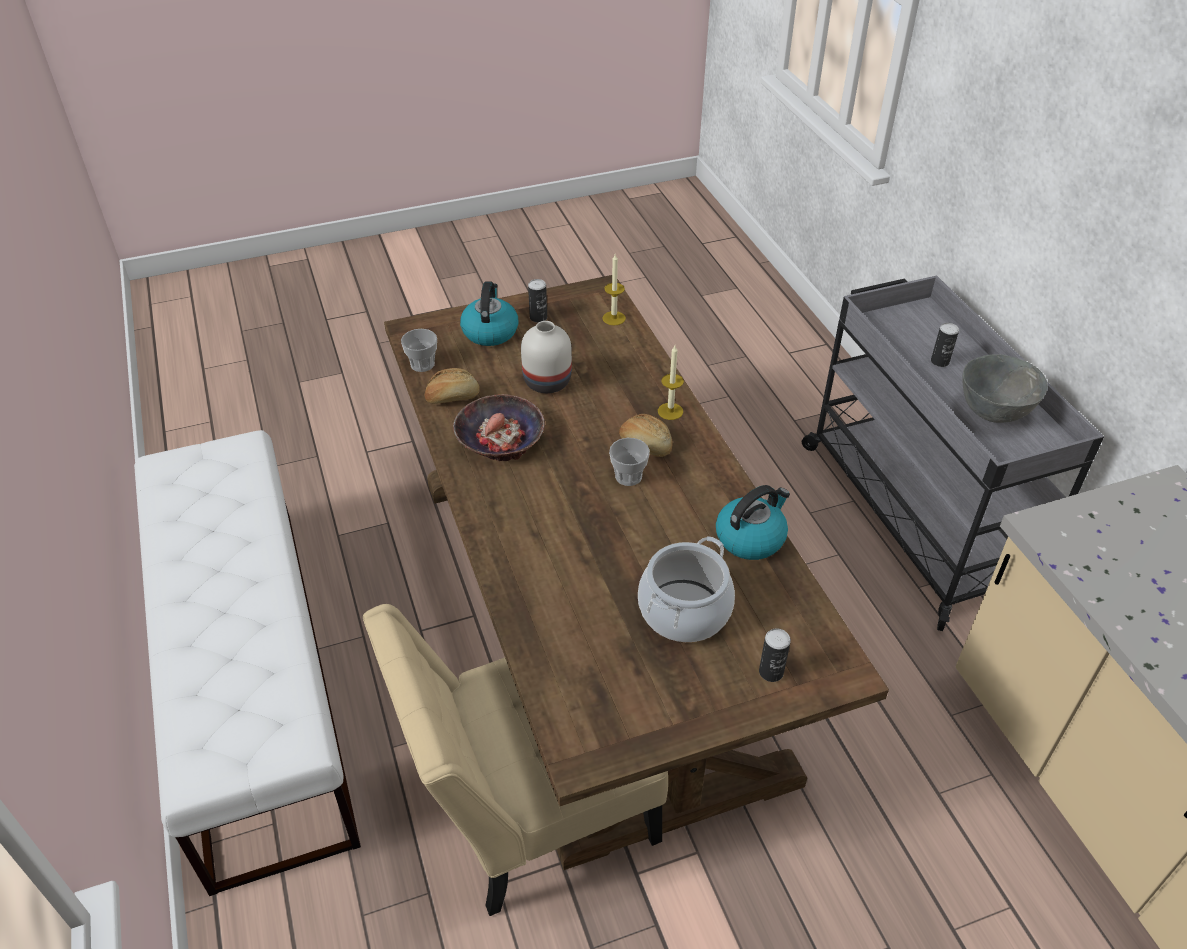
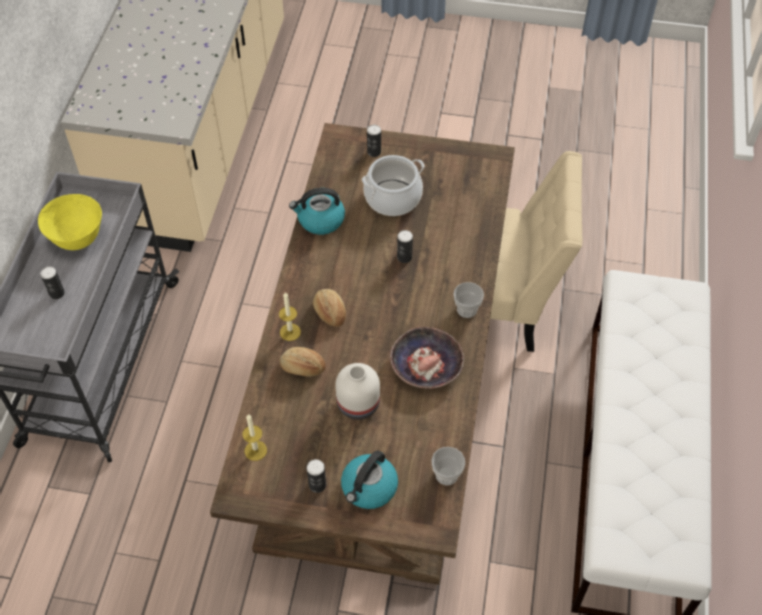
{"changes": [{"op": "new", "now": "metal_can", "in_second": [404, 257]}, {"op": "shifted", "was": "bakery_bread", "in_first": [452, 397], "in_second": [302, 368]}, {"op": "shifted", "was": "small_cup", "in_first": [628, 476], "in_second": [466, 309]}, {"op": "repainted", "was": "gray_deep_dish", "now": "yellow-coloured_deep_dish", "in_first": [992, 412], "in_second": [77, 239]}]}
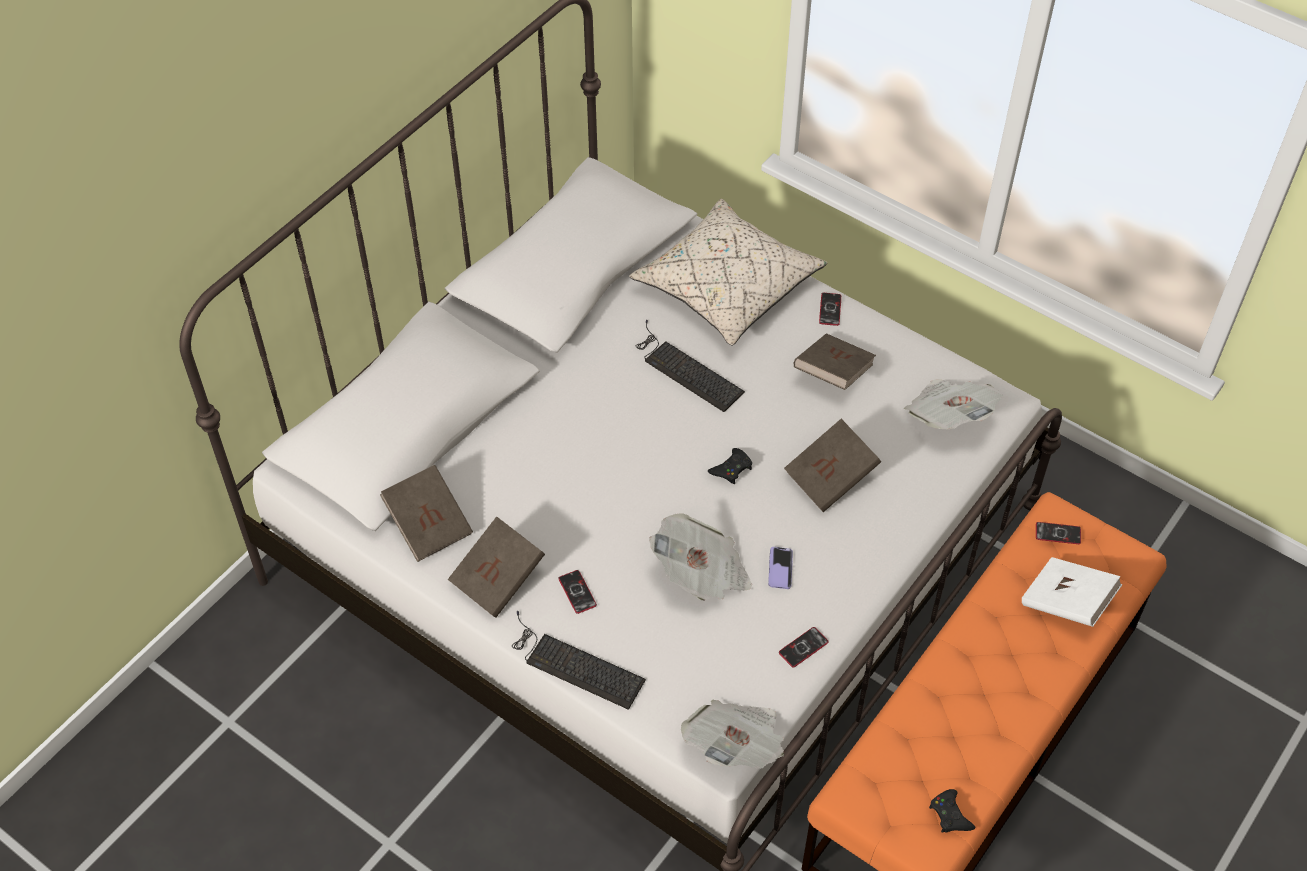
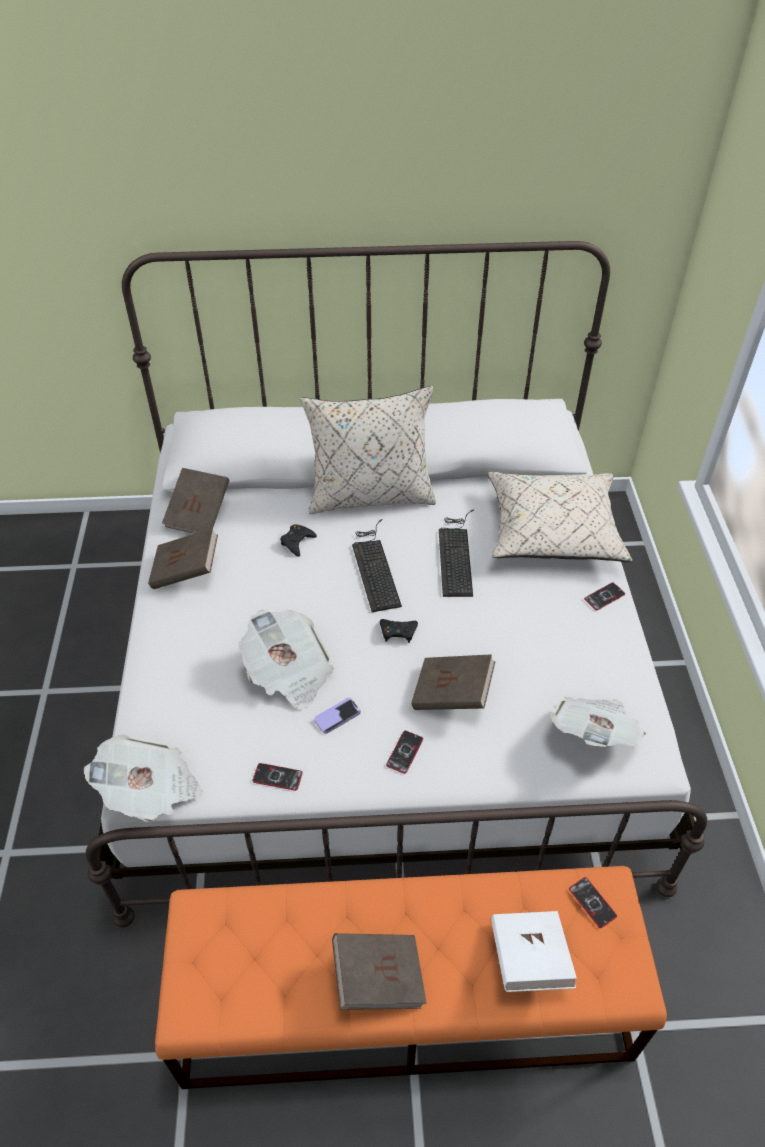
{"changes": [{"op": "new", "now": "beige-coloured_cushion", "in_second": [370, 495]}, {"op": "shifted", "was": "PC_keyboard", "in_first": [573, 664], "in_second": [375, 566]}, {"op": "shifted", "was": "handset", "in_first": [577, 592], "in_second": [404, 752]}, {"op": "shifted", "was": "brown_book", "in_first": [832, 373], "in_second": [378, 978]}, {"op": "shifted", "was": "blackish_joypad", "in_first": [950, 815], "in_second": [297, 542]}]}
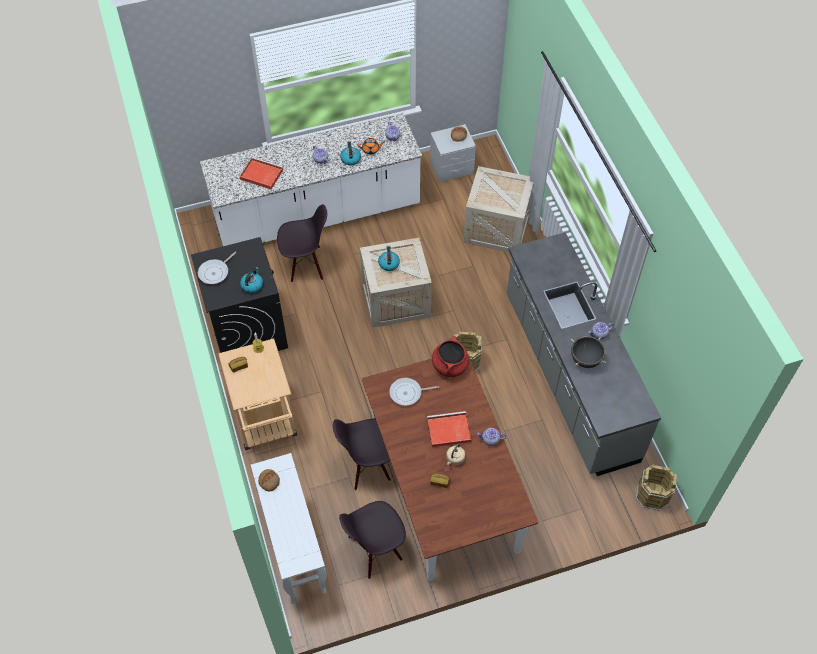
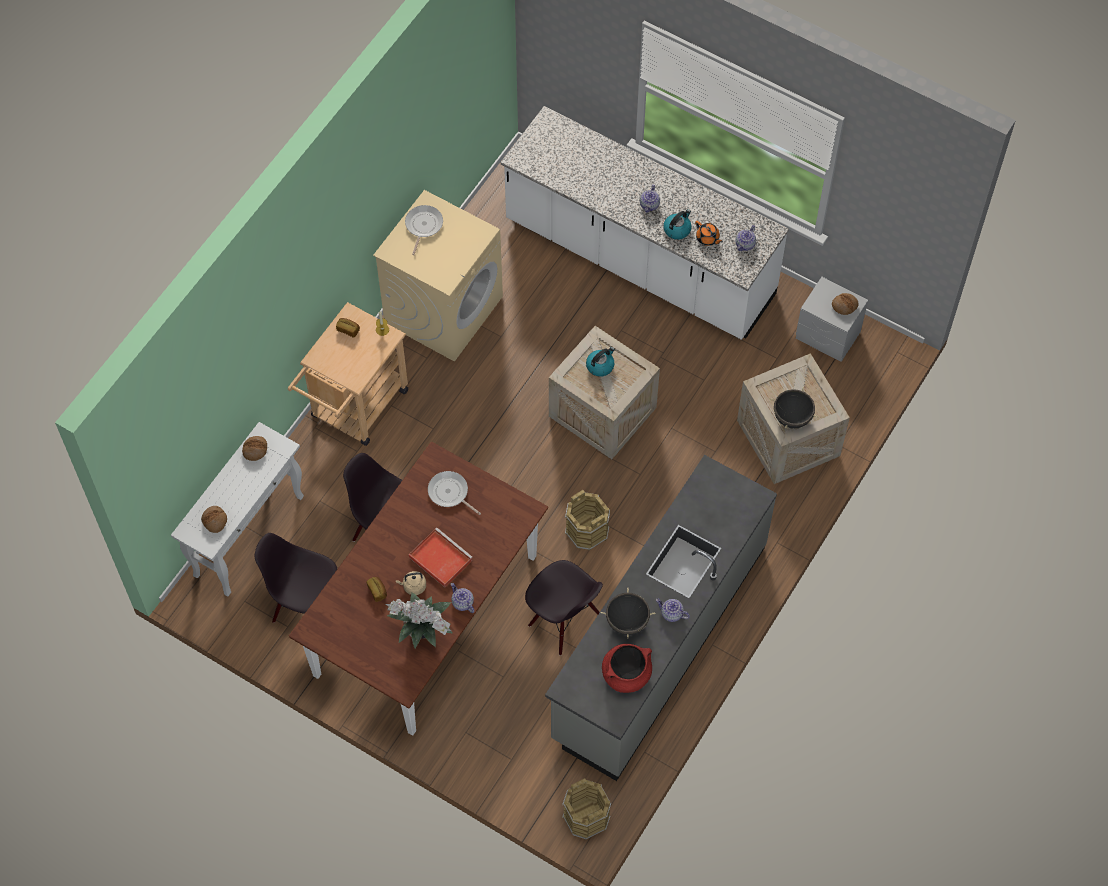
{"changes": [{"op": "gone", "was": "red-coloured_carrying_tray", "in_first": [260, 174]}, {"op": "gone", "was": "kettle", "in_first": [252, 285]}, {"op": "new", "now": "bakery_bread", "in_second": [215, 520]}, {"op": "new", "now": "houseplant", "in_second": [423, 632]}, {"op": "new", "now": "blackish_saucepot", "in_second": [792, 418]}, {"op": "shifted", "was": "blackish_upright_chair", "in_first": [305, 265], "in_second": [564, 621]}, {"op": "shifted", "was": "red-coloured_saucepot", "in_first": [449, 365], "in_second": [626, 674]}, {"op": "repainted", "was": "blackish_washing_machine", "now": "beige-coloured_washing_machine", "in_first": [247, 328], "in_second": [443, 309]}, {"op": "rotated", "was": "pan", "in_first": [215, 272], "in_second": [423, 226], "clockwise": 105}]}
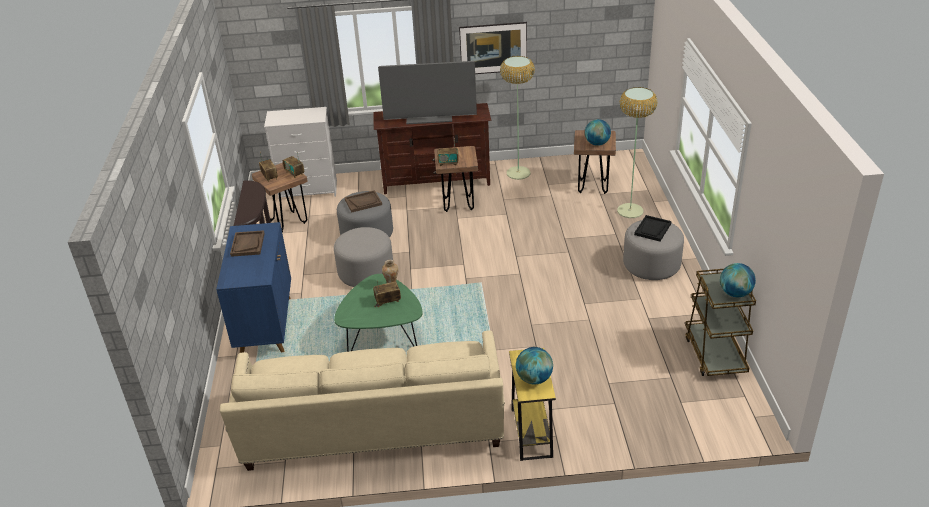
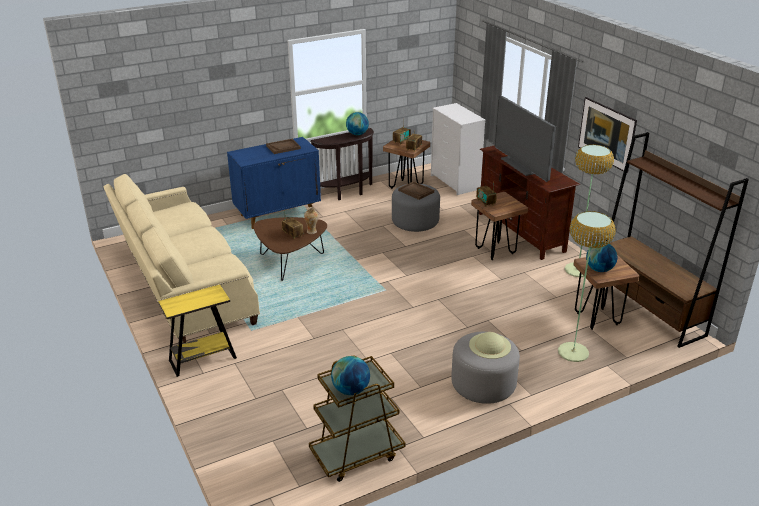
{"changes": [{"op": "gone", "was": "gray_ottoman", "in_first": [366, 273]}, {"op": "new", "now": "brown_bookcase", "in_second": [648, 310]}, {"op": "shifted", "was": "desk_globe", "in_first": [534, 379], "in_second": [357, 134]}, {"op": "swapped", "was": "blackish_carrying_tray", "now": "beige-coloured_wearable_hat", "in_first": [652, 229], "in_second": [490, 345]}, {"op": "repainted", "was": "greenish_coffee_table", "now": "brown_coffee_table", "in_first": [382, 335], "in_second": [290, 262]}]}
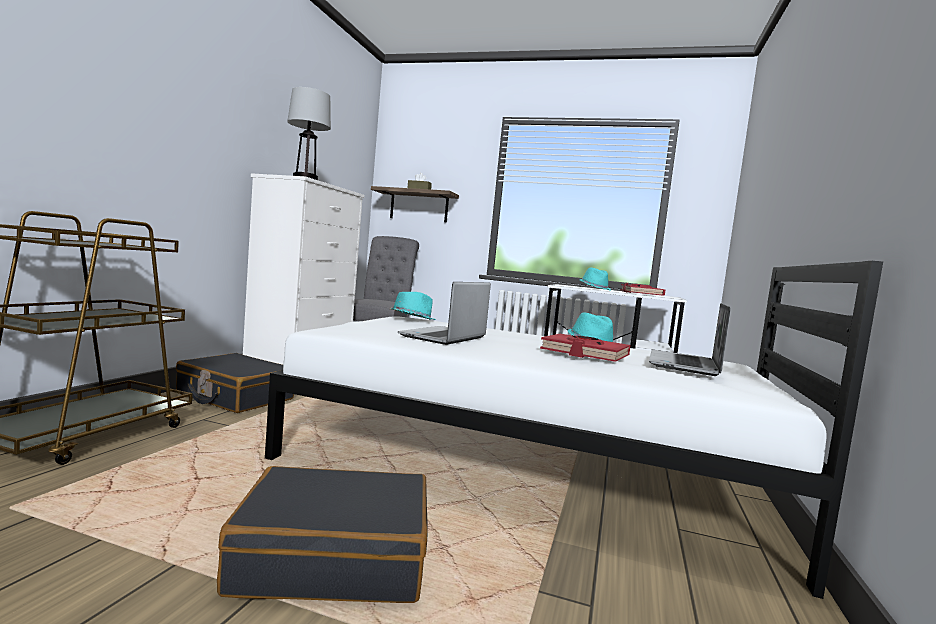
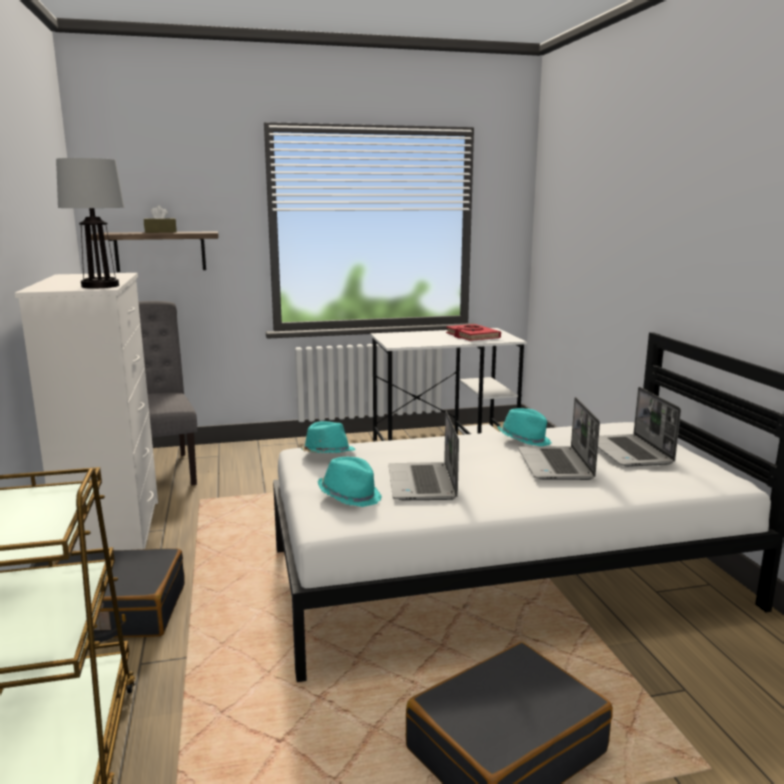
{"changes": [{"op": "shifted", "was": "turquoise_wearable_hat", "in_first": [594, 288], "in_second": [350, 496]}, {"op": "swapped", "was": "red-coloured_book", "now": "portable_computer", "in_first": [584, 353], "in_second": [556, 465]}]}
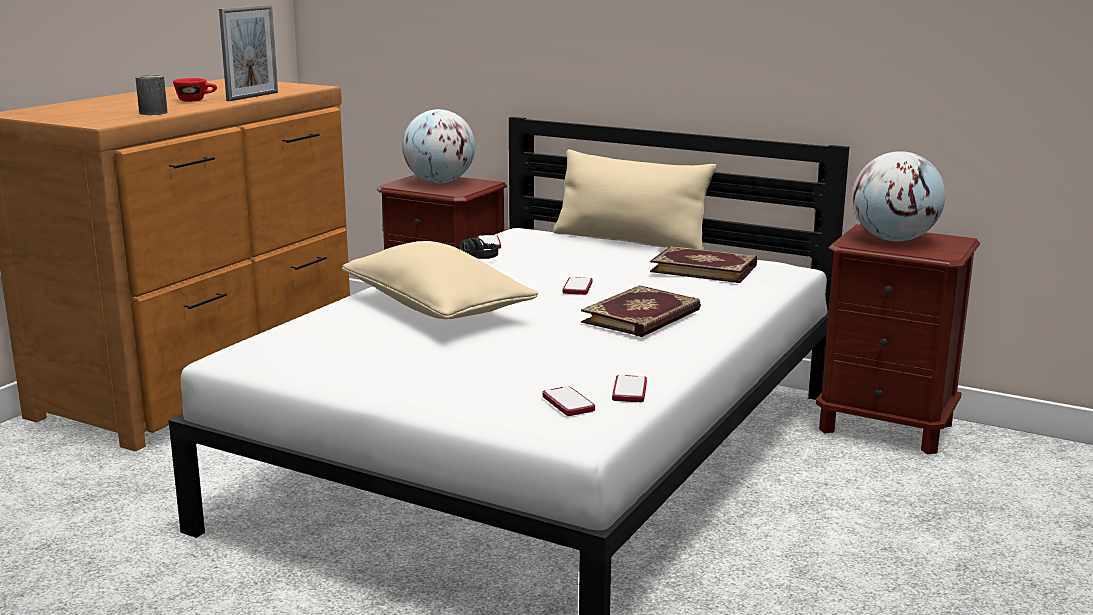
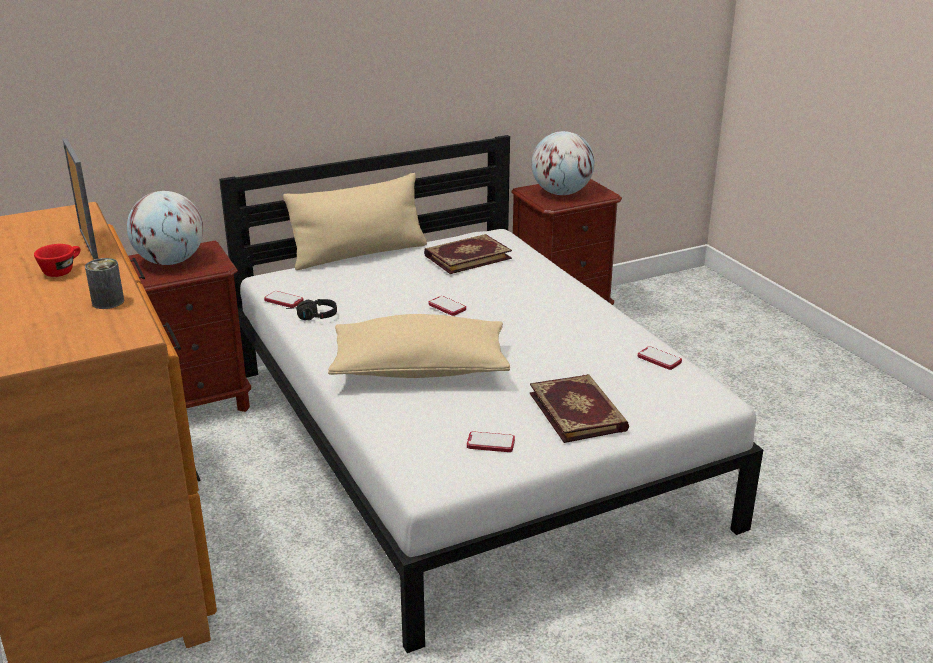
{"changes": [{"op": "shifted", "was": "handset", "in_first": [568, 403], "in_second": [490, 443]}, {"op": "shifted", "was": "book", "in_first": [643, 317], "in_second": [579, 411]}]}
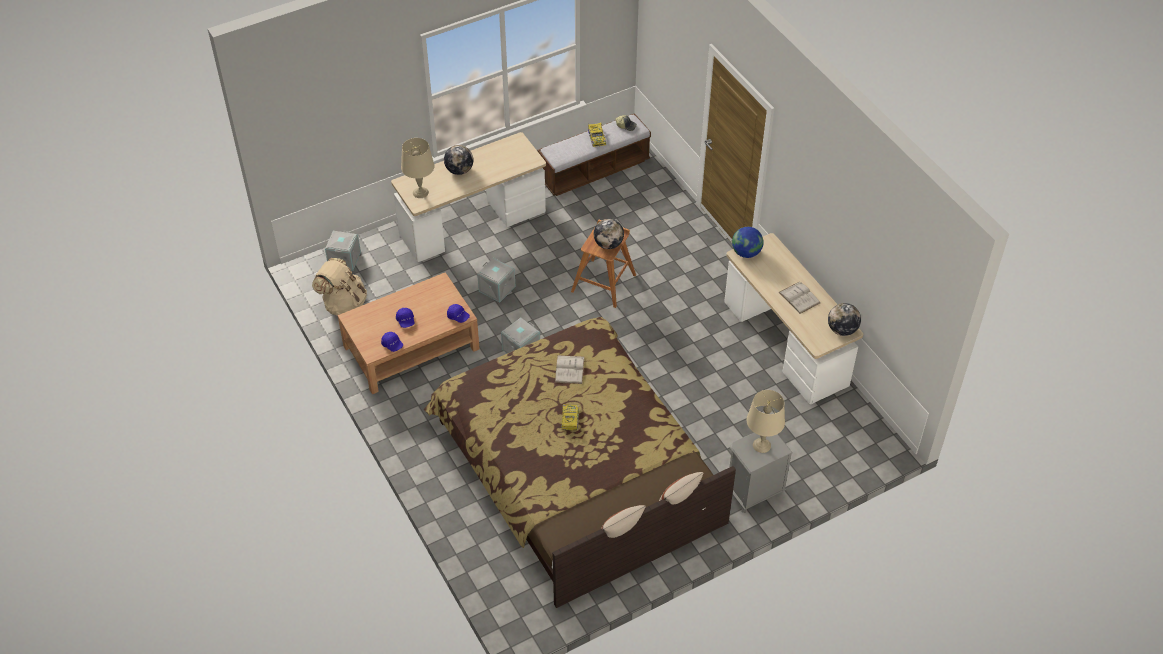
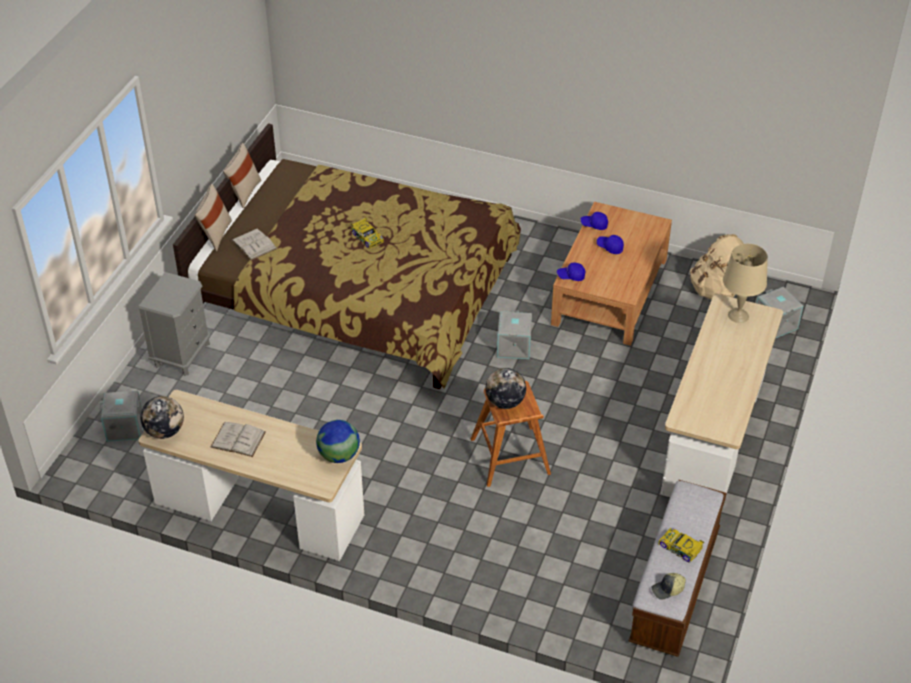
{"changes": [{"op": "gone", "was": "desk_globe", "in_first": [459, 170]}, {"op": "gone", "was": "beige-coloured_tabletop_lamp", "in_first": [762, 445]}, {"op": "shifted", "was": "gray_storage_box", "in_first": [496, 289], "in_second": [125, 427]}, {"op": "shifted", "was": "white_book", "in_first": [569, 369], "in_second": [254, 244]}]}
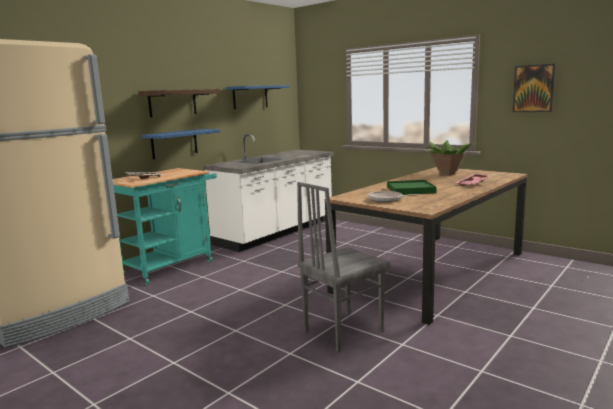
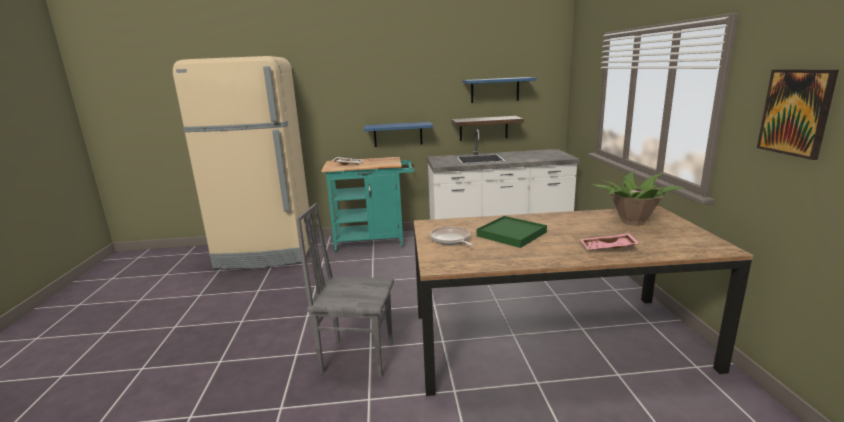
{"changes": [{"op": "shifted", "was": "shelf", "in_first": [172, 103], "in_second": [483, 128]}]}
